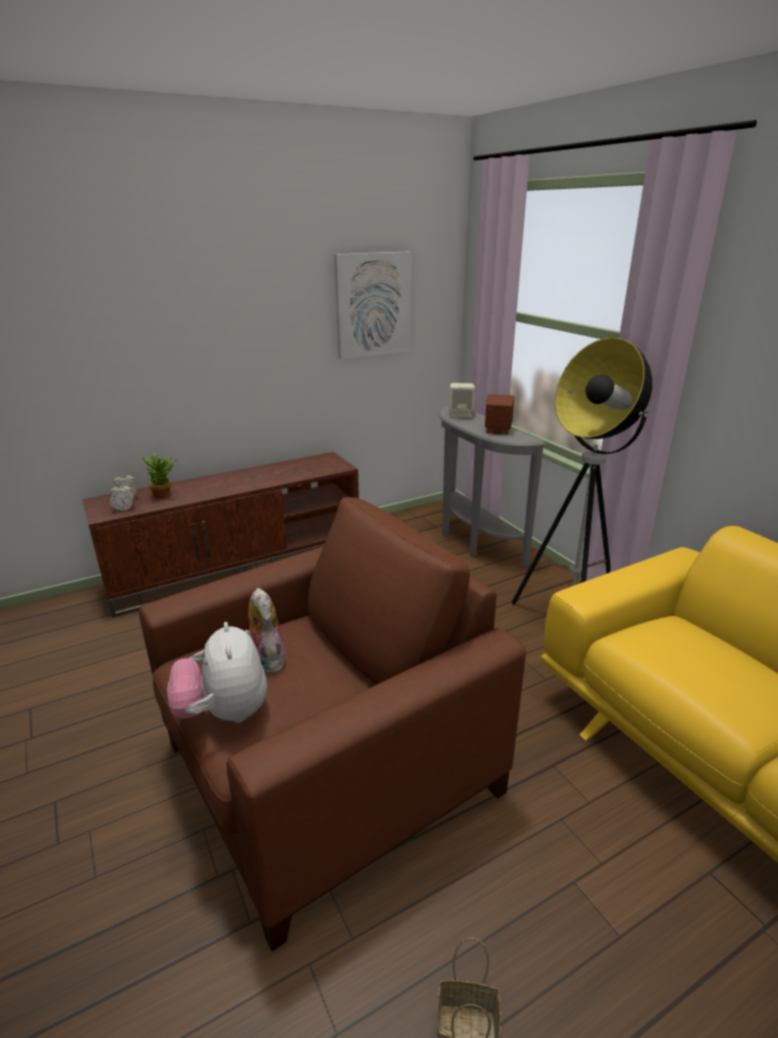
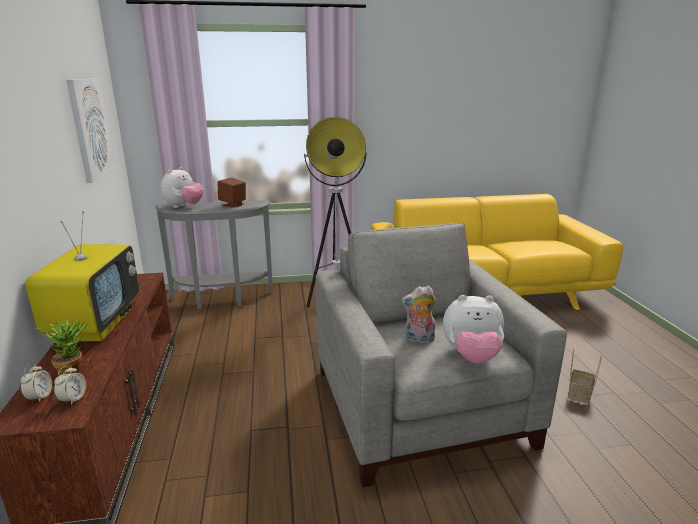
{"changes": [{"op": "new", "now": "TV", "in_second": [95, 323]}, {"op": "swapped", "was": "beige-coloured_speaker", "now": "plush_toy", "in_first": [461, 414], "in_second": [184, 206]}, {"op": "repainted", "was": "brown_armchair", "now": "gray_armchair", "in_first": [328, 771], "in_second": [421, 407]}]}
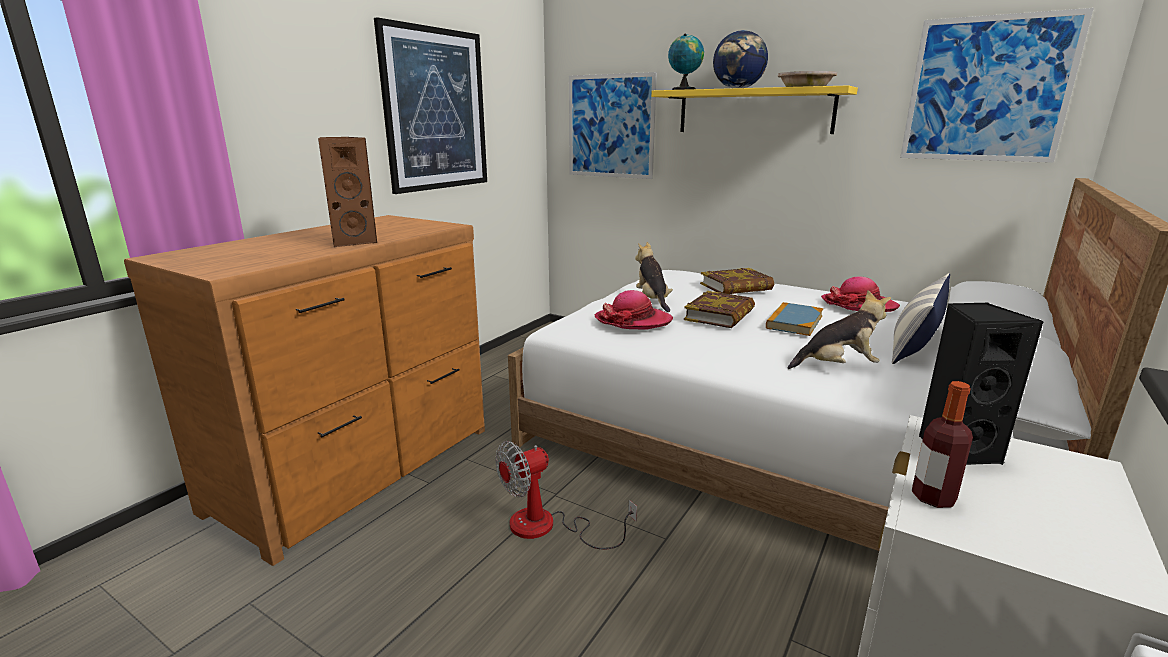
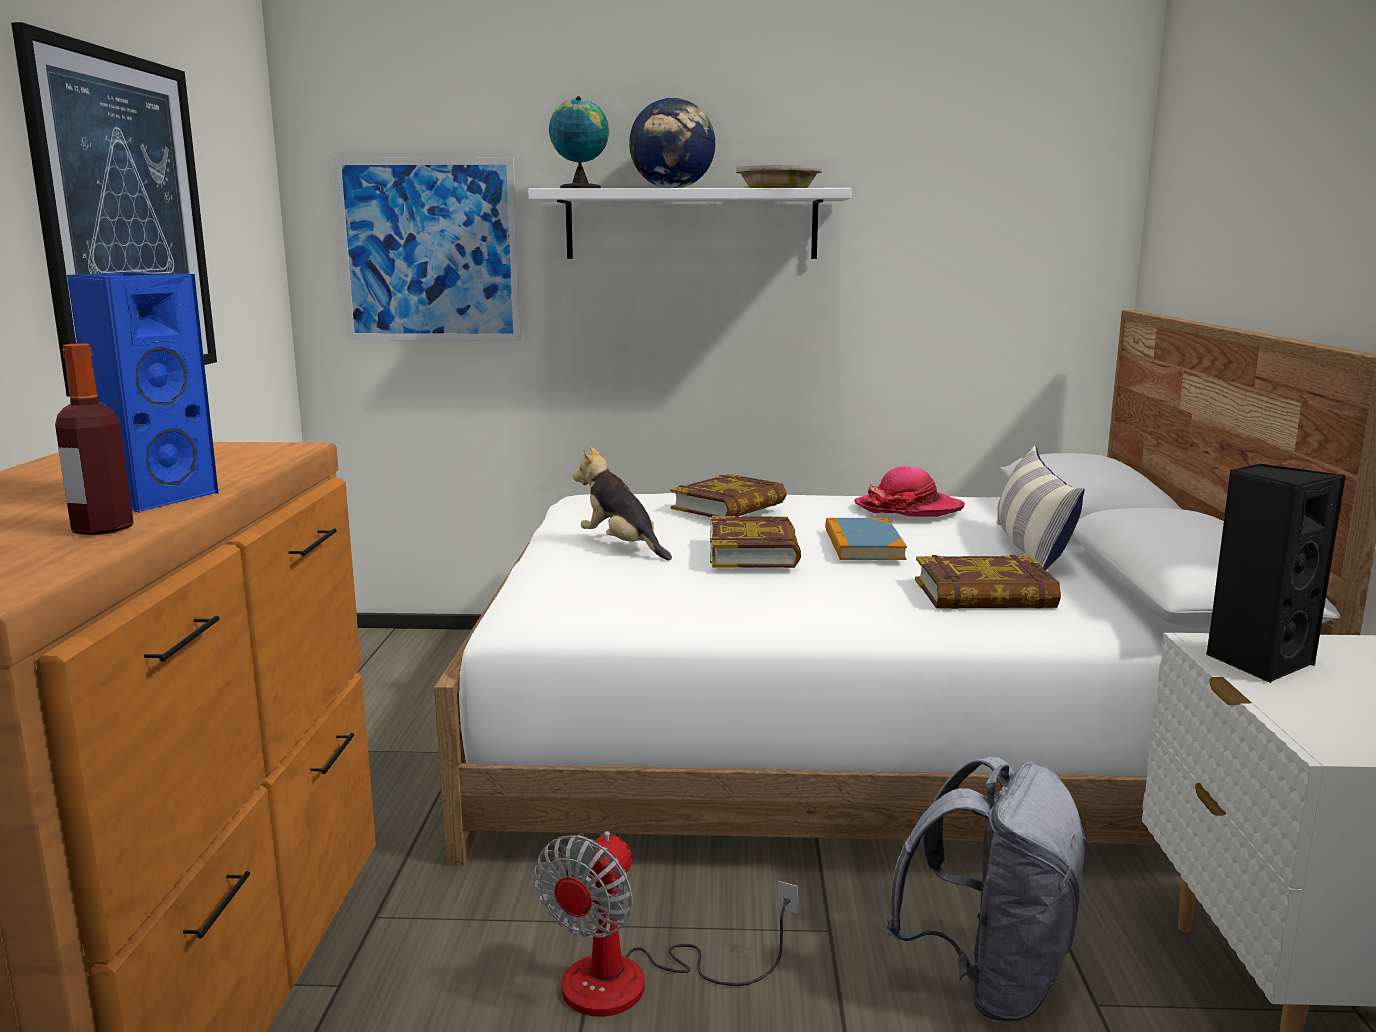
{"changes": [{"op": "gone", "was": "wearable_hat", "in_first": [633, 321]}, {"op": "gone", "was": "wall_art", "in_first": [987, 90]}, {"op": "new", "now": "gray_knapsack", "in_second": [988, 979]}, {"op": "shifted", "was": "bottle", "in_first": [933, 498], "in_second": [102, 529]}, {"op": "swapped", "was": "plush_toy", "now": "book", "in_first": [837, 366], "in_second": [984, 594]}, {"op": "repainted", "was": "brown_speaker", "now": "bluish_speaker", "in_first": [352, 242], "in_second": [154, 497]}, {"op": "repainted", "was": "yellow-coloured_shelf", "now": "white_shelf", "in_first": [754, 111], "in_second": [691, 225]}]}
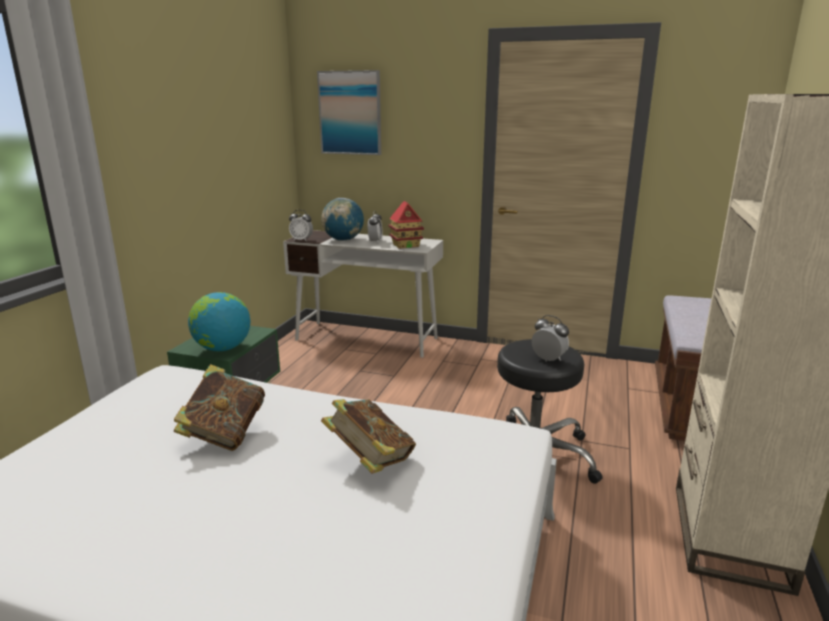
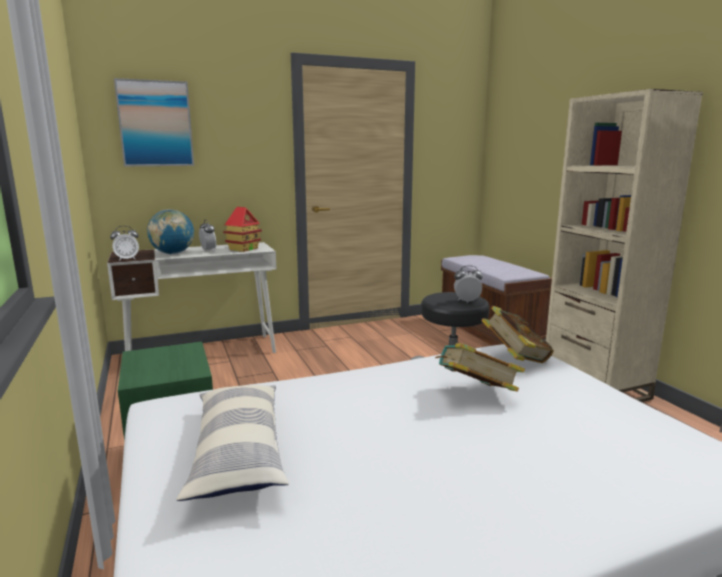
{"changes": [{"op": "gone", "was": "desk_globe", "in_first": [222, 348]}, {"op": "new", "now": "cushion", "in_second": [238, 452]}, {"op": "shifted", "was": "book", "in_first": [224, 434], "in_second": [515, 359]}]}
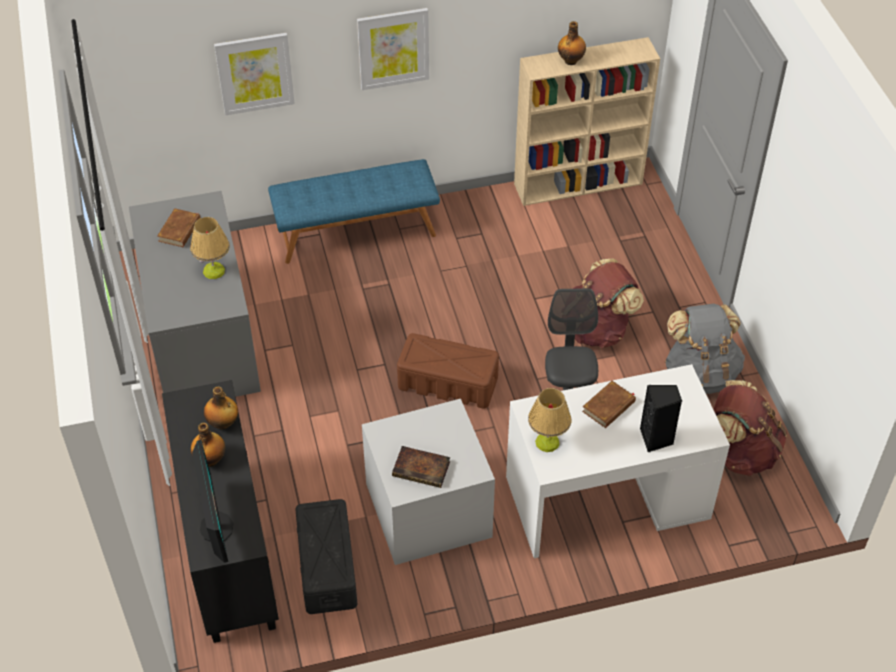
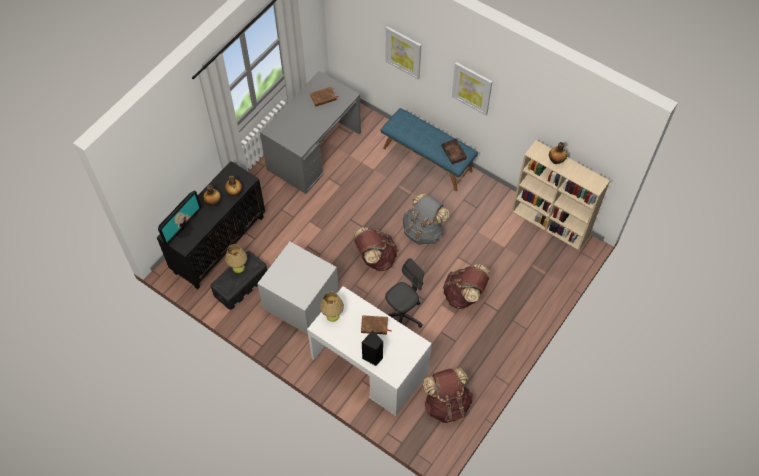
{"changes": [{"op": "shifted", "was": "tabletop_lamp", "in_first": [214, 271], "in_second": [238, 267]}, {"op": "shifted", "was": "book", "in_first": [422, 469], "in_second": [454, 153]}, {"op": "shifted", "was": "gray_knapsack", "in_first": [700, 373], "in_second": [423, 231]}, {"op": "swapped", "was": "brown_storage_box", "now": "brown_knapsack", "in_first": [447, 382], "in_second": [375, 258]}]}
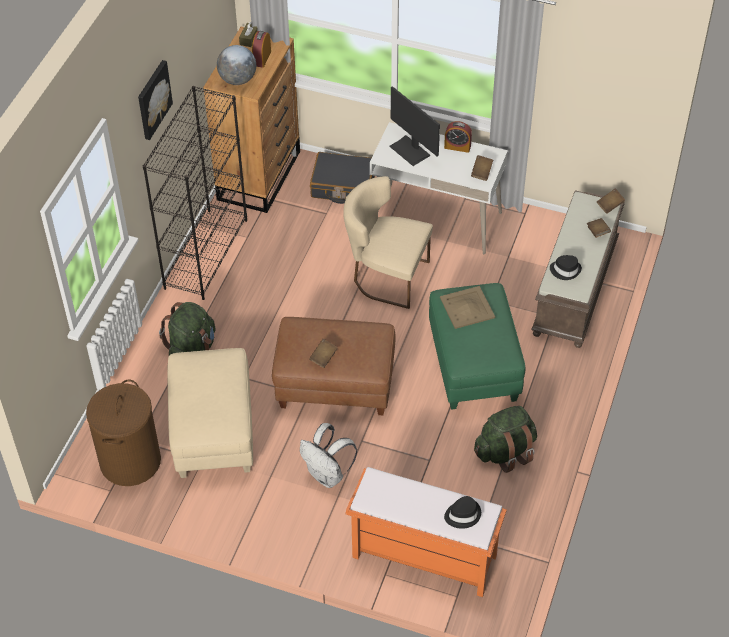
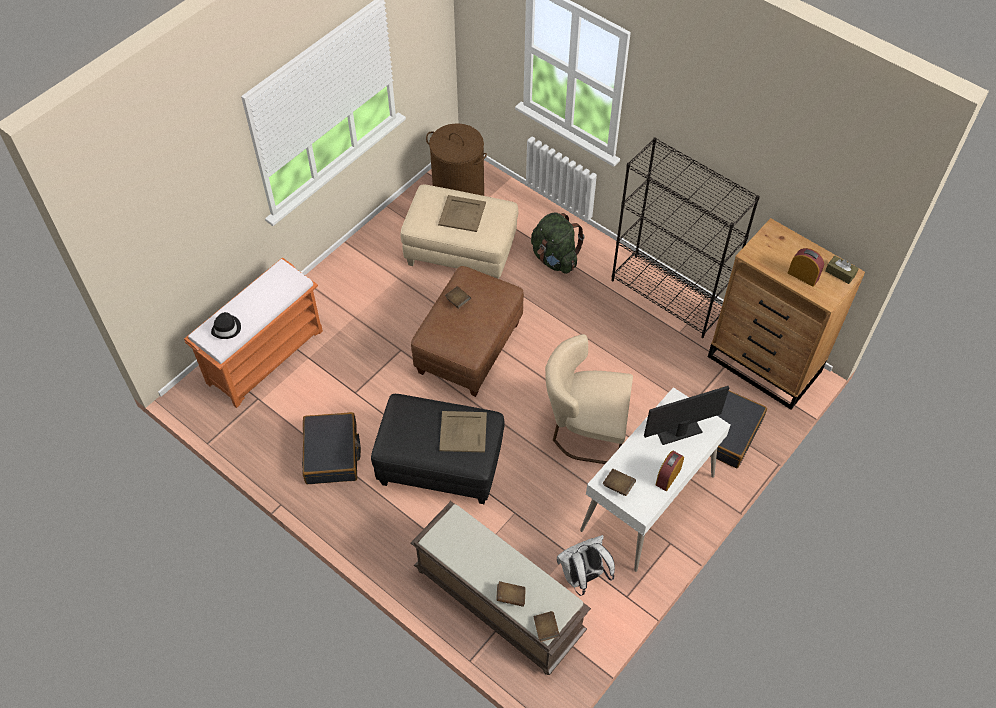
{"changes": [{"op": "gone", "was": "wall_art", "in_first": [153, 99]}, {"op": "gone", "was": "desk_globe", "in_first": [237, 80]}, {"op": "gone", "was": "blackish_wearable_hat", "in_first": [565, 270]}, {"op": "new", "now": "beige-coloured_carrying_tray", "in_second": [462, 213]}, {"op": "shifted", "was": "white_knapsack", "in_first": [328, 475], "in_second": [583, 577]}, {"op": "swapped", "was": "greenish_knapsack", "now": "blackish_suitcase", "in_first": [505, 452], "in_second": [332, 454]}, {"op": "repainted", "was": "greenish_ottoman", "now": "blackish_ottoman", "in_first": [474, 366], "in_second": [439, 466]}, {"op": "rotated", "was": "beige-coloured_upright_chair", "in_first": [385, 276], "in_second": [584, 430], "clockwise": -120}]}
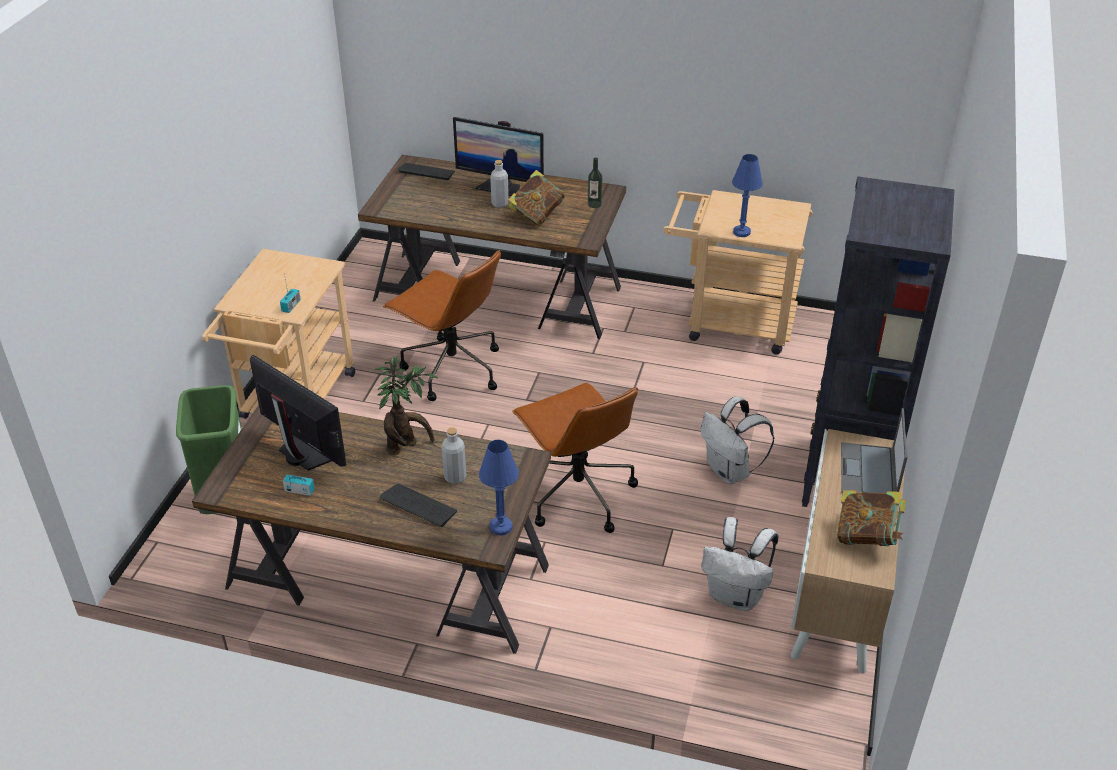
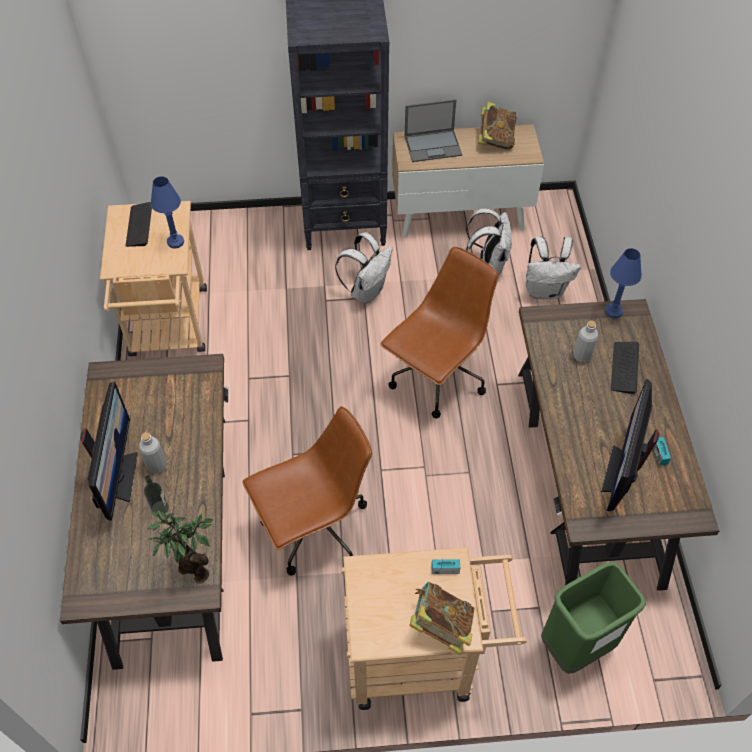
{"changes": [{"op": "new", "now": "white_knapsack", "in_second": [545, 290]}, {"op": "shifted", "was": "houseplant", "in_first": [406, 446], "in_second": [192, 568]}, {"op": "shifted", "was": "PC_keyboard", "in_first": [426, 172], "in_second": [139, 225]}, {"op": "shifted", "was": "book", "in_first": [536, 215], "in_second": [441, 625]}, {"op": "shifted", "was": "bottle", "in_first": [594, 204], "in_second": [160, 508]}, {"op": "rotated", "was": "brown_computer_chair", "in_first": [451, 369], "in_second": [314, 530], "clockwise": 45}]}
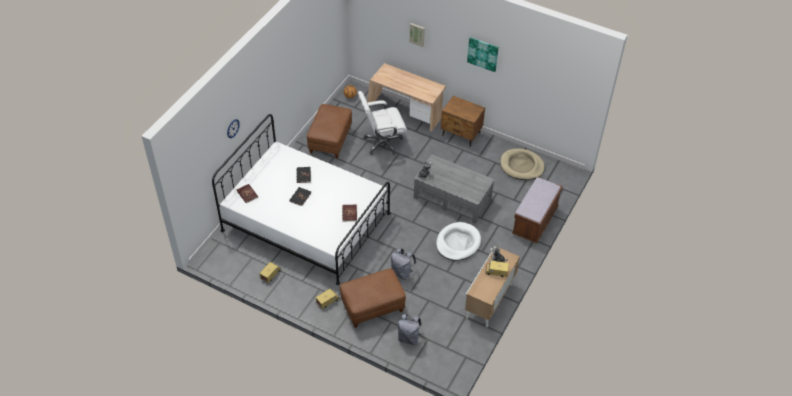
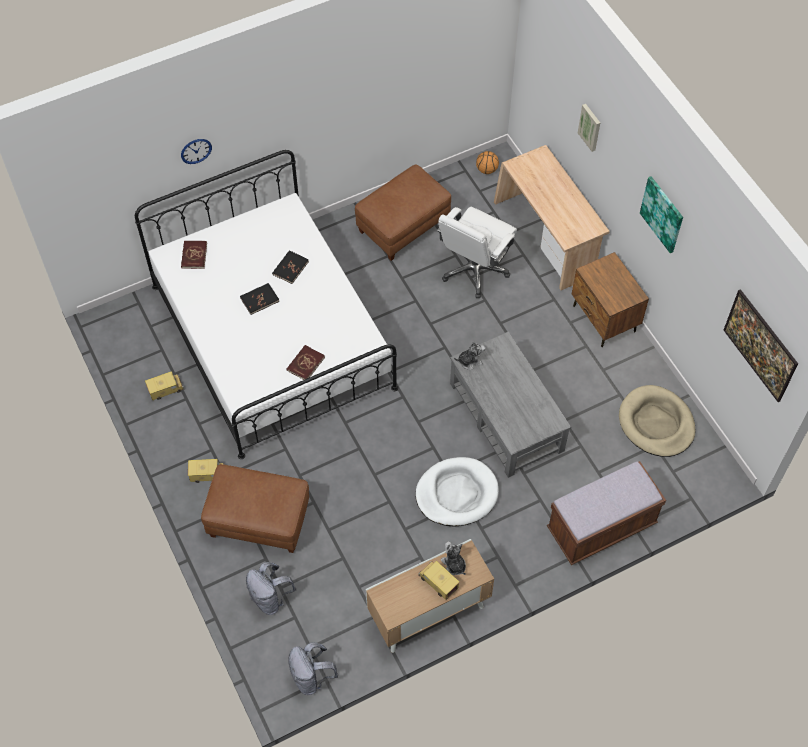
{"changes": [{"op": "new", "now": "wall_art", "in_second": [756, 355]}, {"op": "shifted", "was": "gray_knapsack", "in_first": [402, 272], "in_second": [312, 677]}, {"op": "rotated", "was": "white_computer_chair", "in_first": [382, 143], "in_second": [474, 270], "clockwise": -75}]}
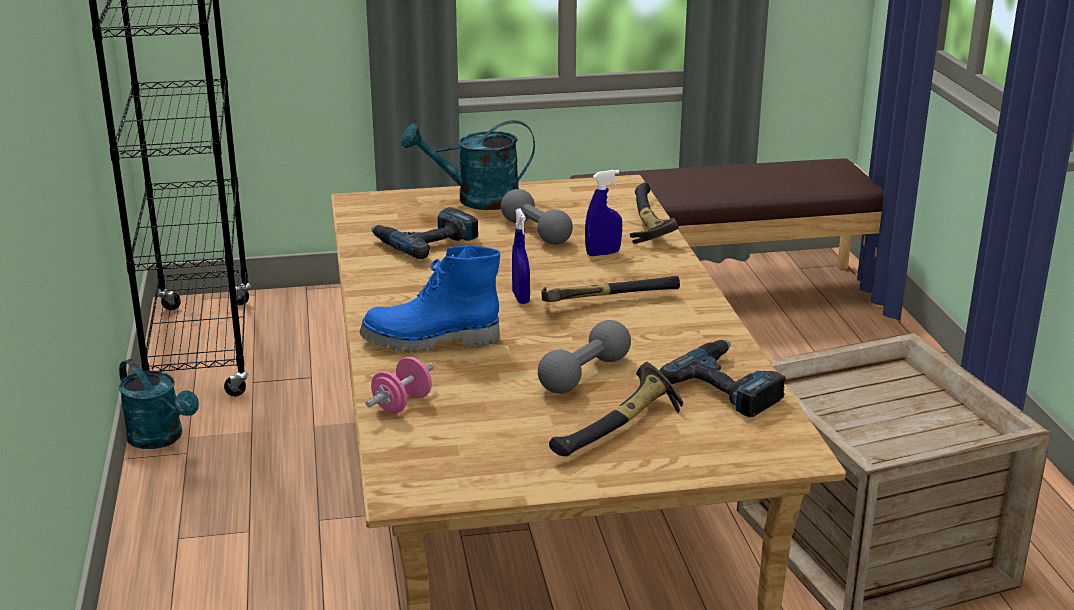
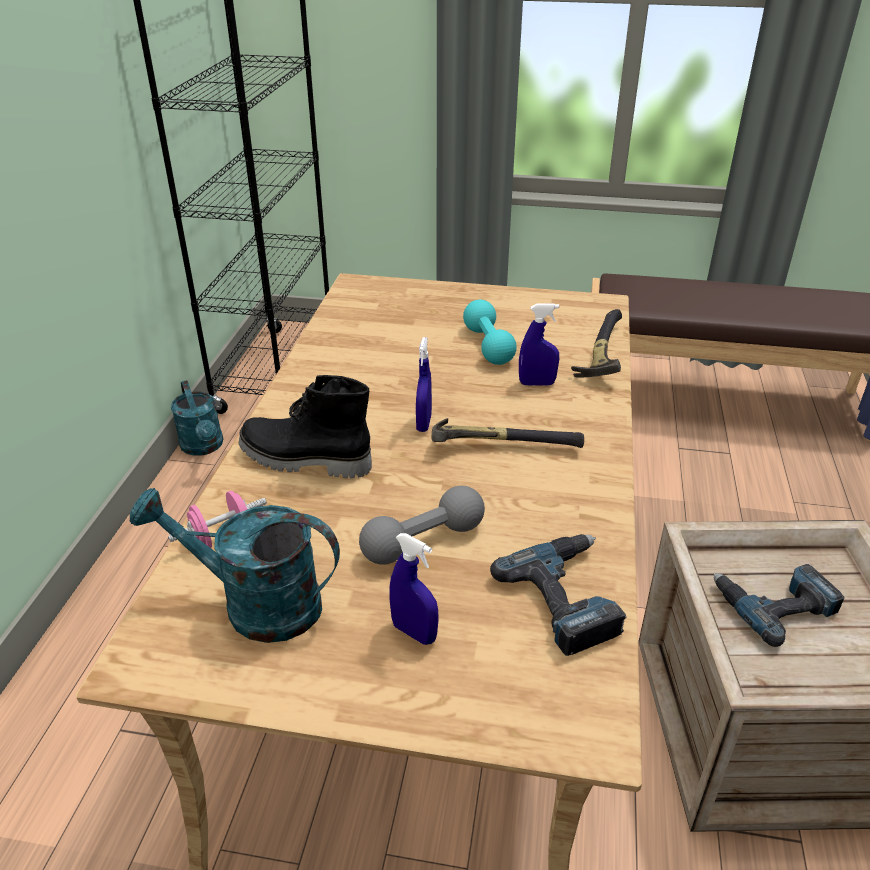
{"changes": [{"op": "shifted", "was": "power_drill", "in_first": [425, 241], "in_second": [774, 604]}, {"op": "shifted", "was": "turquoise_watering_can", "in_first": [476, 200], "in_second": [256, 604]}, {"op": "swapped", "was": "tool_hammer", "now": "bluish_spray_bottle", "in_first": [621, 428], "in_second": [414, 632]}, {"op": "repainted", "was": "bluish_boot", "now": "blackish_boot", "in_first": [430, 342], "in_second": [304, 460]}, {"op": "repainted", "was": "gray_hand_weight", "now": "turquoise_hand_weight", "in_first": [536, 232], "in_second": [488, 346]}]}
